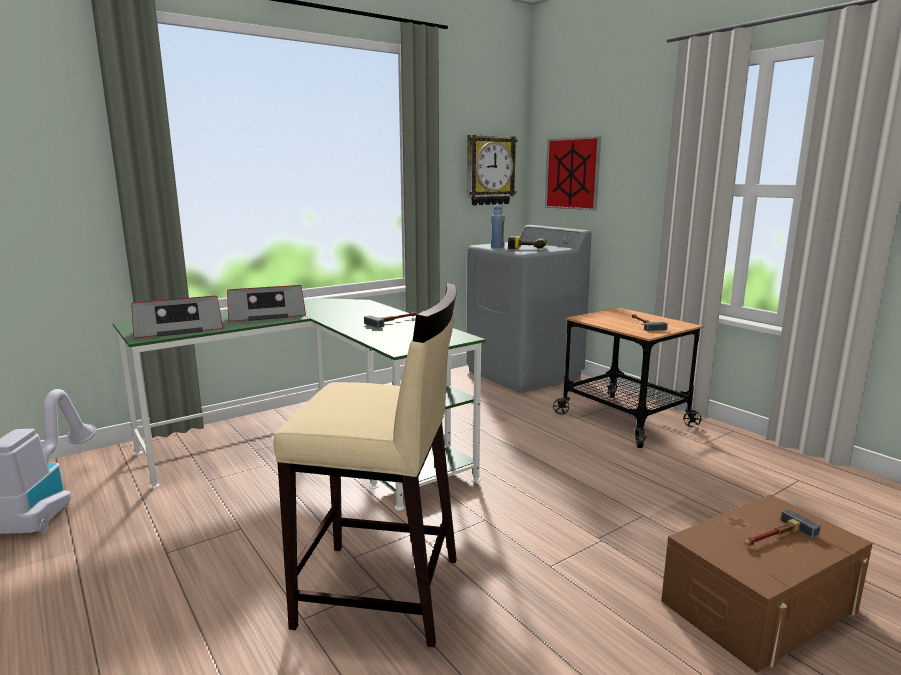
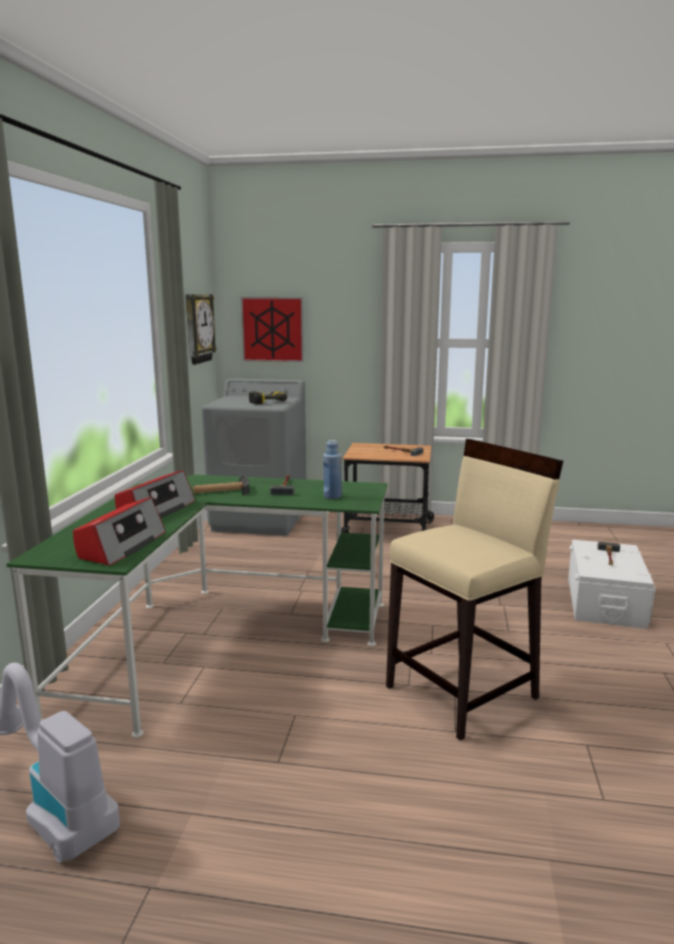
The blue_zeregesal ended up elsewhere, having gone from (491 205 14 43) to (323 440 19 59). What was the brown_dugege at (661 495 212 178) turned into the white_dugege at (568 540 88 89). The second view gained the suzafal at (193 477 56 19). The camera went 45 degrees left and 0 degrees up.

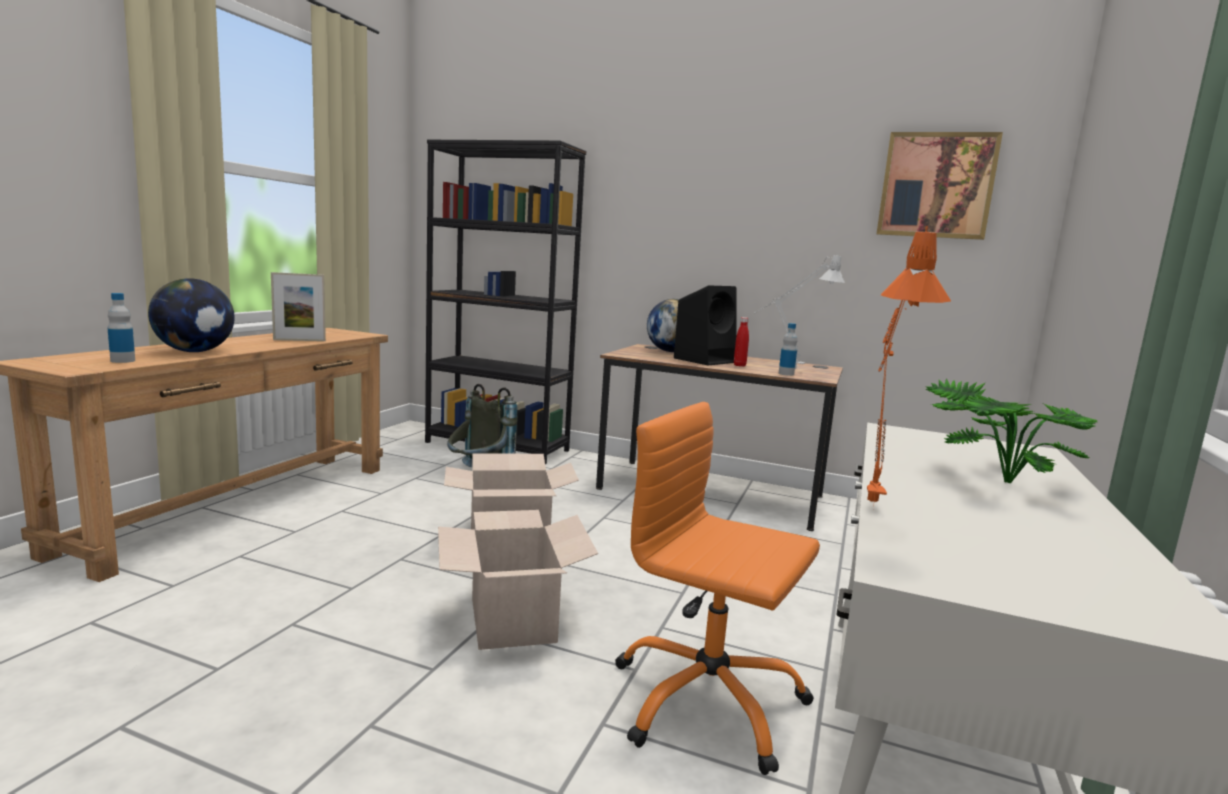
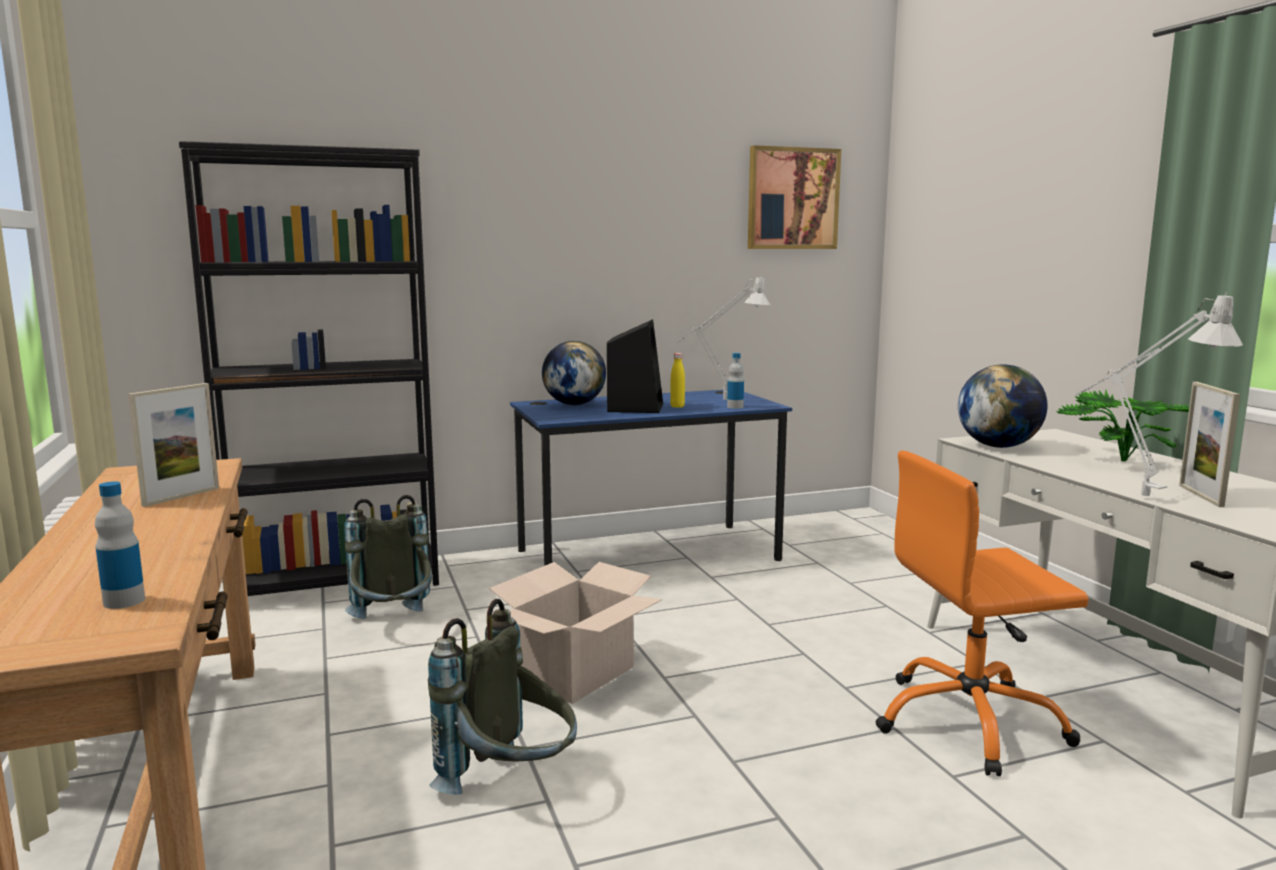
What was the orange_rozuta at (867 226 84 276) turned into the grey_rozuta at (1076 292 167 204). The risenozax ended up elsewhere, having gone from (148 278 87 74) to (958 364 89 84). What was the red_zeregesal at (734 317 15 50) turned into the yellow_zeregesal at (670 353 15 55). What was the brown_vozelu at (596 344 247 187) turned into the blue_vozelu at (510 390 282 176). The second view lost the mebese at (438 510 160 140). The second view gained the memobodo at (1179 382 61 125). The second view gained the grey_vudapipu at (428 599 149 196). The camera went 40 degrees left and 0 degrees up.

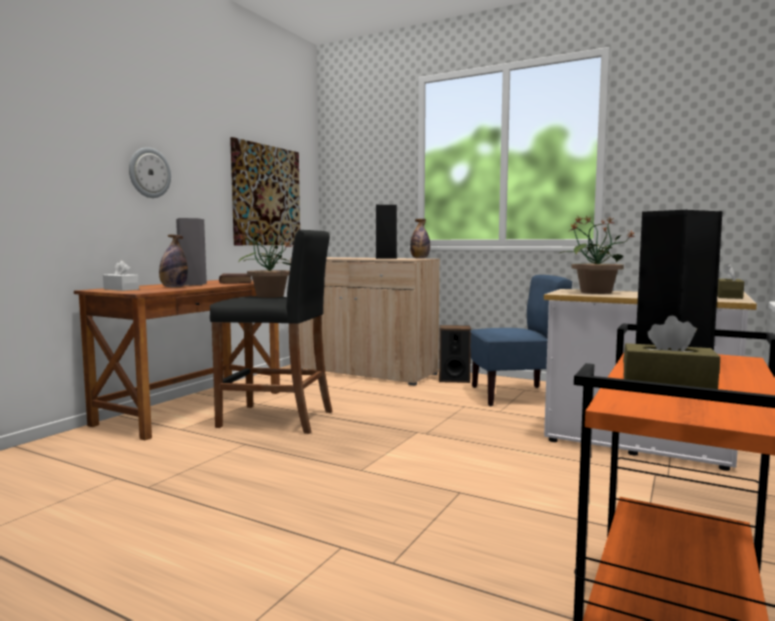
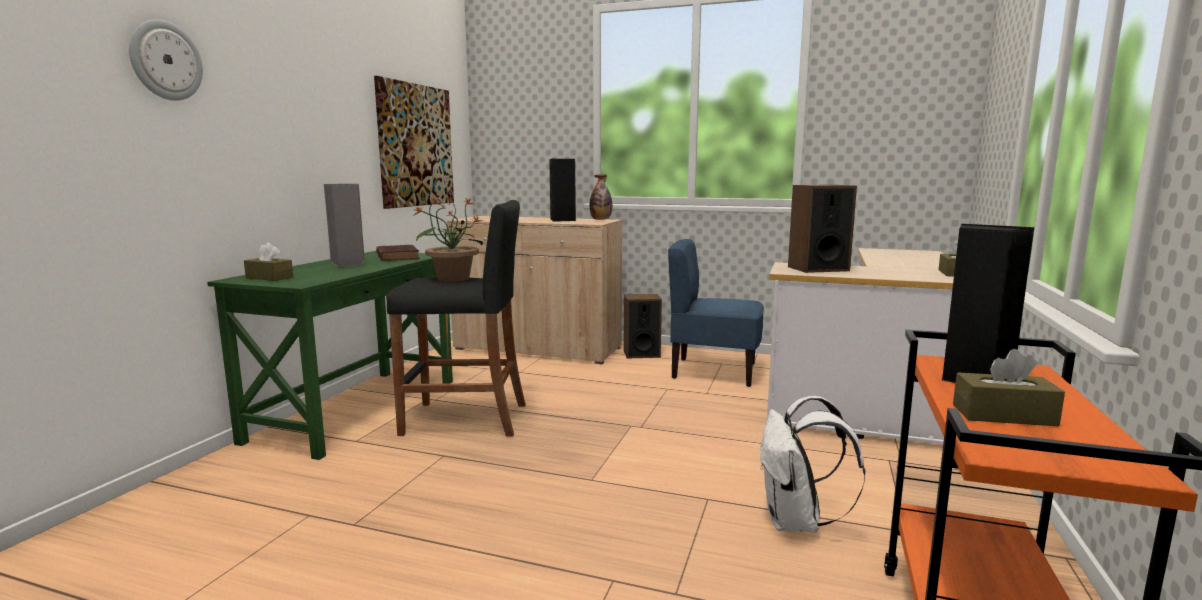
The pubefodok ended up elsewhere, having gone from (129 147 42 51) to (129 19 74 82). Where the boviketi stood at (560 215 75 79), the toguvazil came to stand at (788 185 69 88). The second view lost the zeregesal at (159 235 29 53). What was the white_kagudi at (103 261 36 30) turned into the brown_kagudi at (244 242 49 39). The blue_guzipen at (470 275 102 131) ended up facing another way, 150 degrees counterclockwise from before. What was the brown_vozelu at (74 280 206 160) turned into the green_vozelu at (207 251 246 209). The second view gained the white_vudapipu at (760 396 105 136). The camera went 10 degrees left and 5 degrees up.

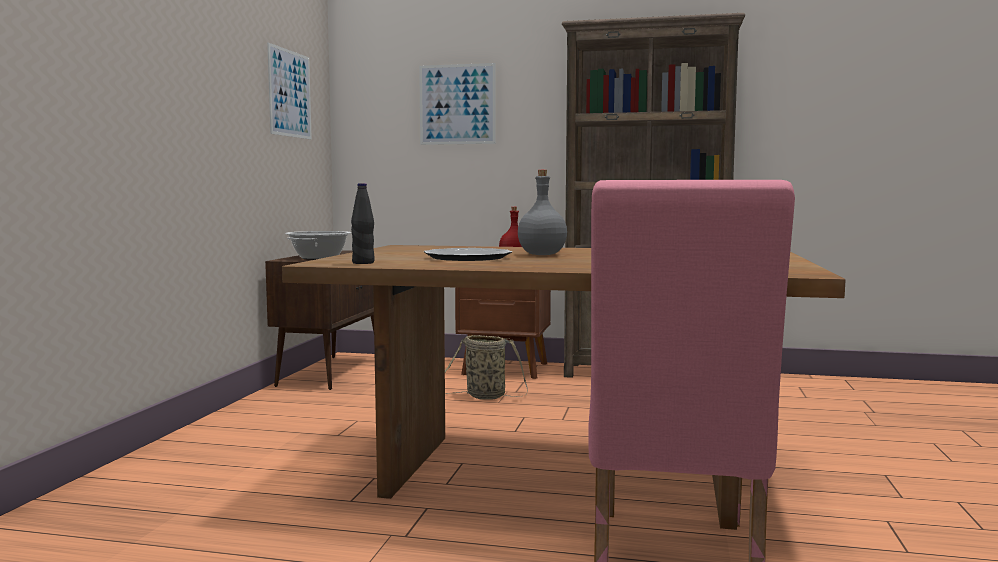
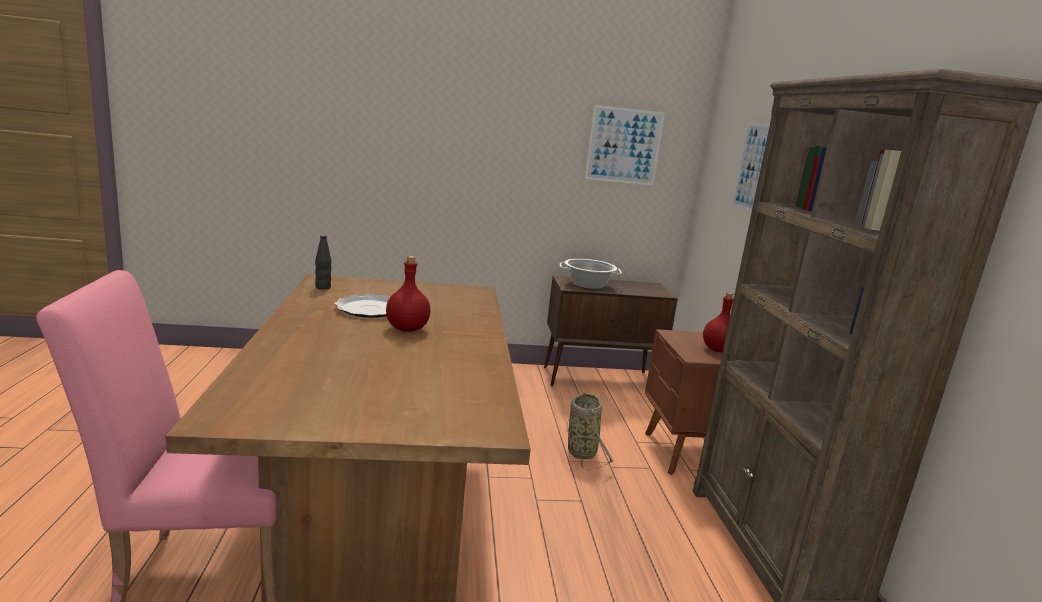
What was the grey_zeregesal at (518 170 49 85) turned into the red_zeregesal at (386 256 44 76). The camera went 70 degrees right and 10 degrees up.

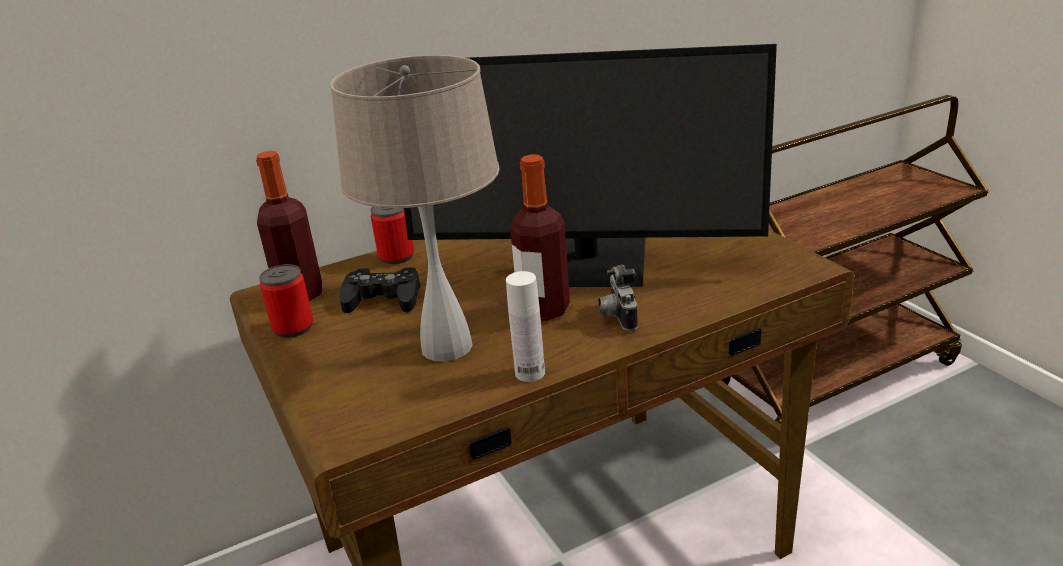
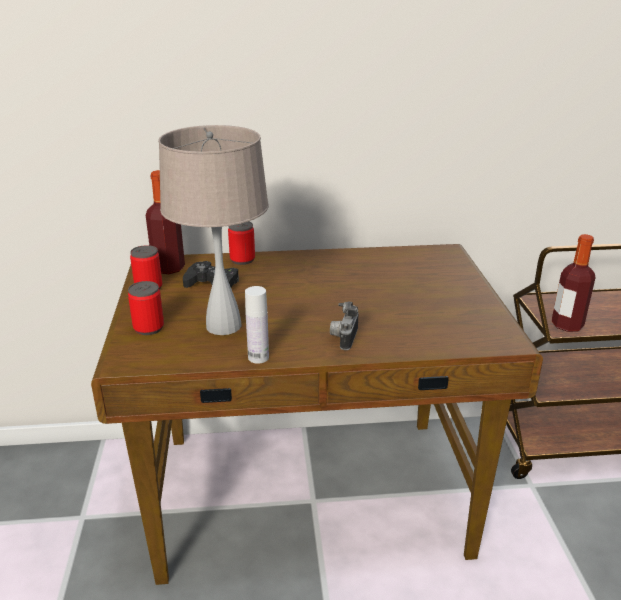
The second view lost the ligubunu at (404 44 373 243). The zeregesal ended up elsewhere, having gone from (510 154 60 167) to (551 234 45 98). The second view gained the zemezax at (128 281 36 54). The camera went 20 degrees right and 0 degrees up.

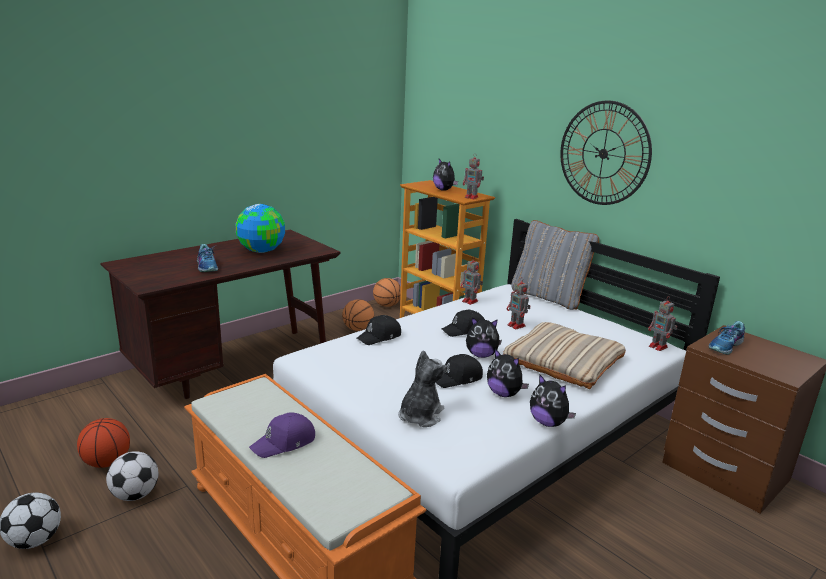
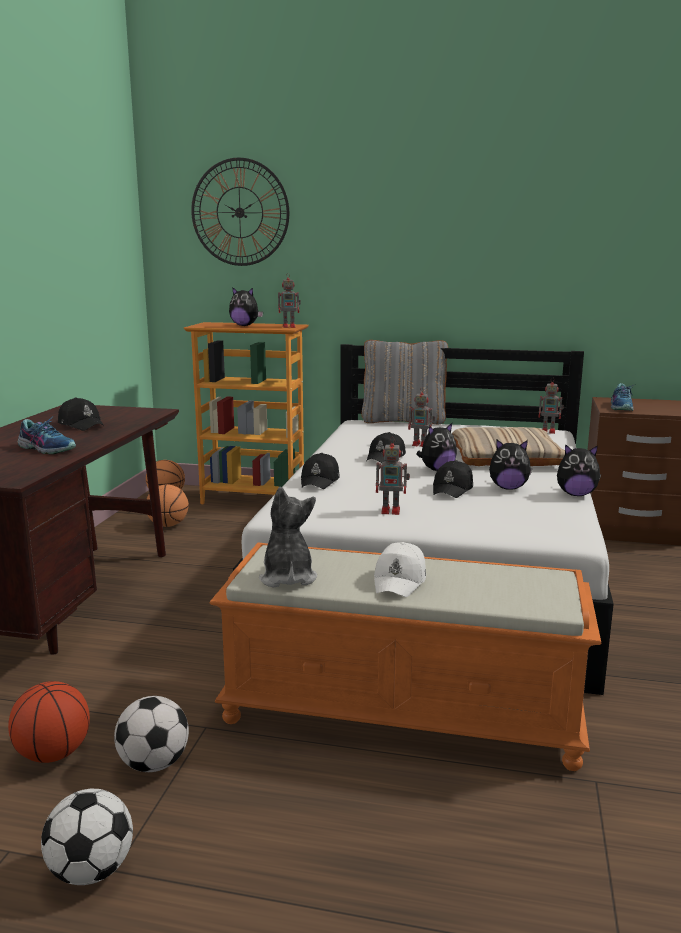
The pubefodok ended up elsewhere, having gone from (560 100 92 105) to (191 158 98 108). Where the risenozax stood at (235 204 50 49), the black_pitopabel came to stand at (58 397 46 34). The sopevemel ended up elsewhere, having gone from (460 256 23 49) to (376 437 34 78). The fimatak ended up elsewhere, having gone from (398 350 49 77) to (259 487 58 100). What was the purple_pitopabel at (249 413 66 45) turned into the white_pitopabel at (374 542 52 55). The camera went 35 degrees left and 5 degrees down.

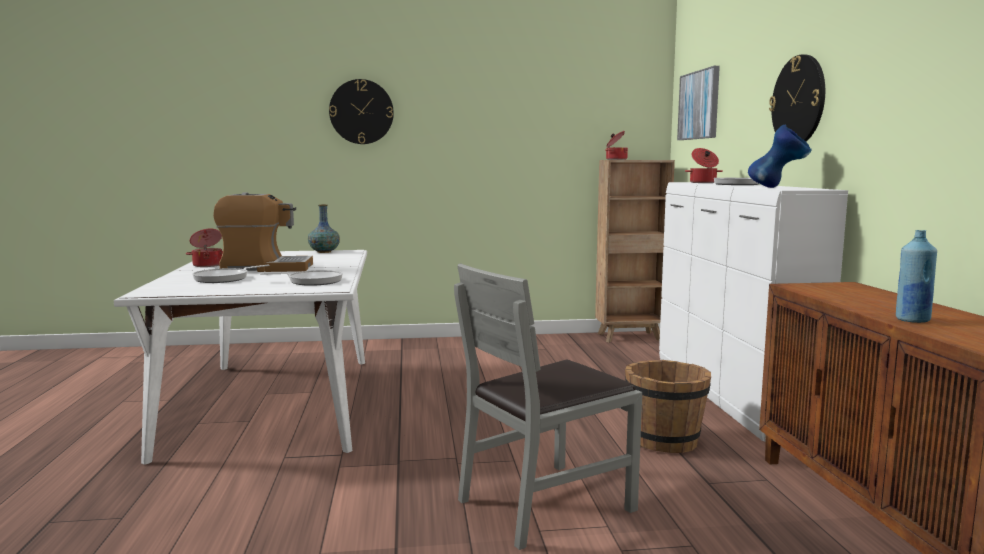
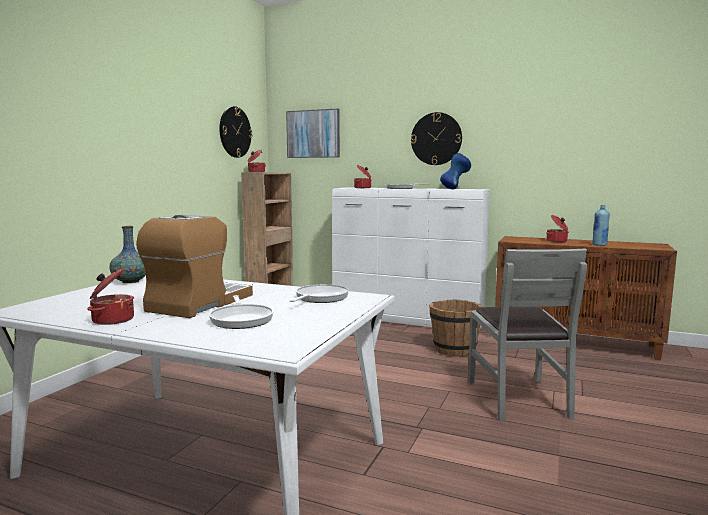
The pubefodok ended up elsewhere, having gone from (329 79 65 65) to (219 106 34 52). The second view gained the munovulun at (546 215 23 27). The camera went 60 degrees left and 0 degrees up.

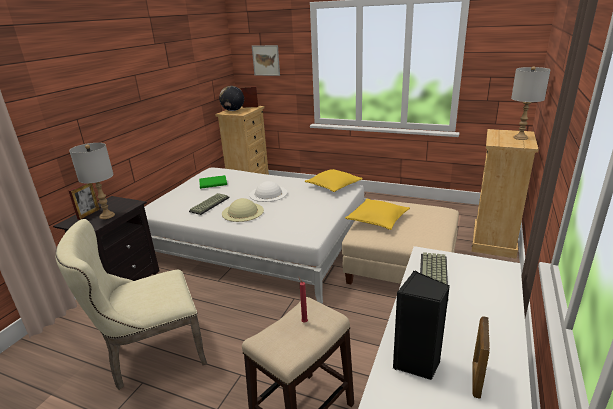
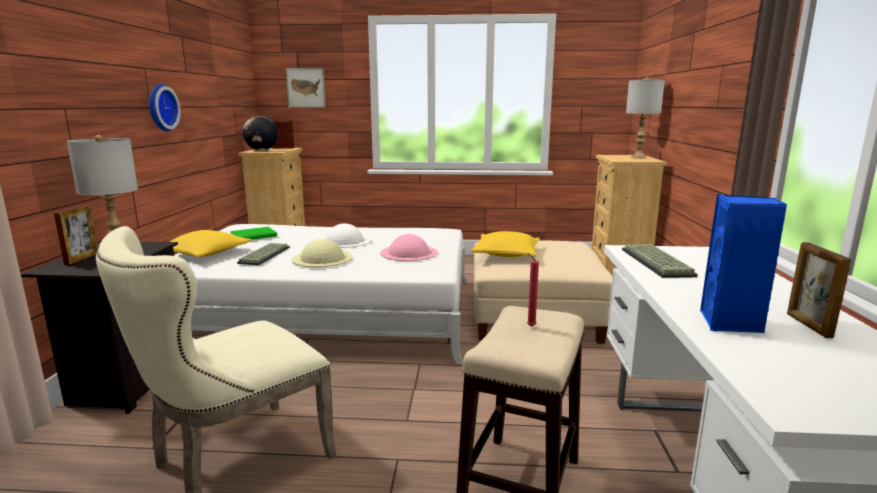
The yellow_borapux ended up elsewhere, having gone from (305 169 58 23) to (170 230 82 27). What was the black_toguvazil at (393 270 57 110) turned into the blue_toguvazil at (700 194 87 139). The second view gained the pubefodok at (149 84 32 47). The second view gained the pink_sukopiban at (380 234 58 27). The camera went 20 degrees left and 10 degrees down.

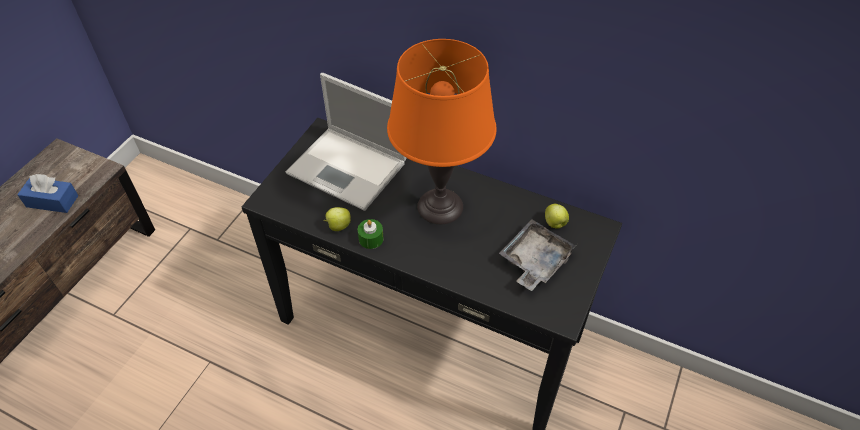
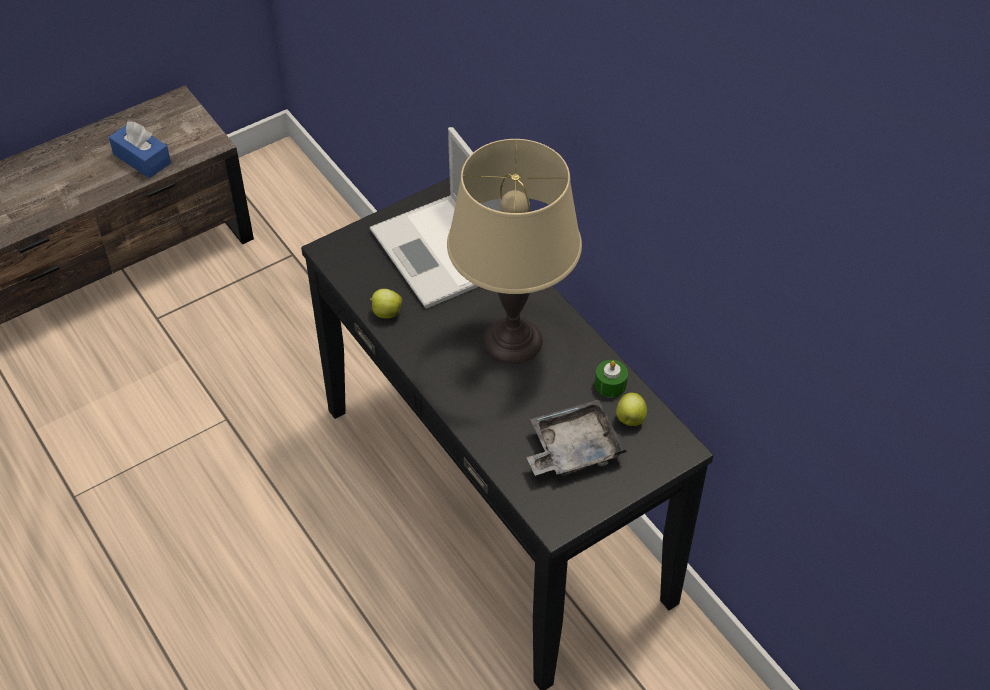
What was the orange_rozuta at (387 39 110 185) turned into the beige_rozuta at (447 139 135 225). The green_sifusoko ended up elsewhere, having gone from (358 219 26 30) to (595 360 33 38). The camera went 30 degrees right and 0 degrees up.

